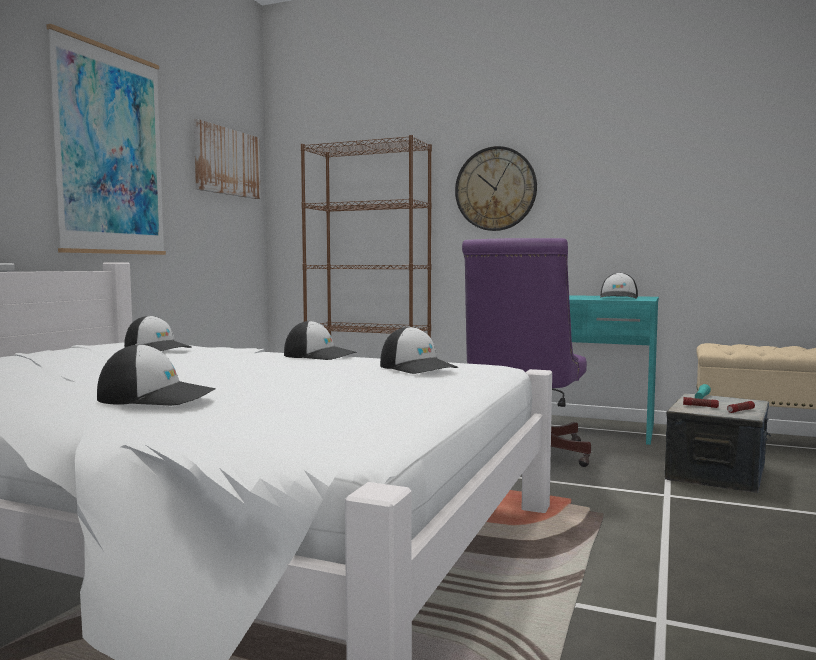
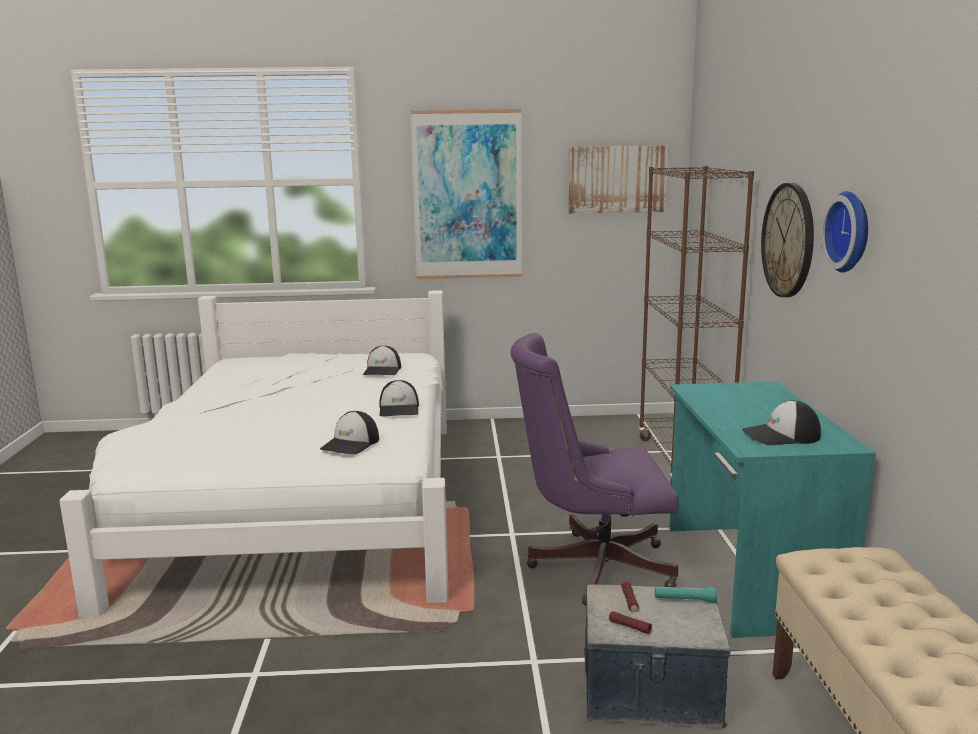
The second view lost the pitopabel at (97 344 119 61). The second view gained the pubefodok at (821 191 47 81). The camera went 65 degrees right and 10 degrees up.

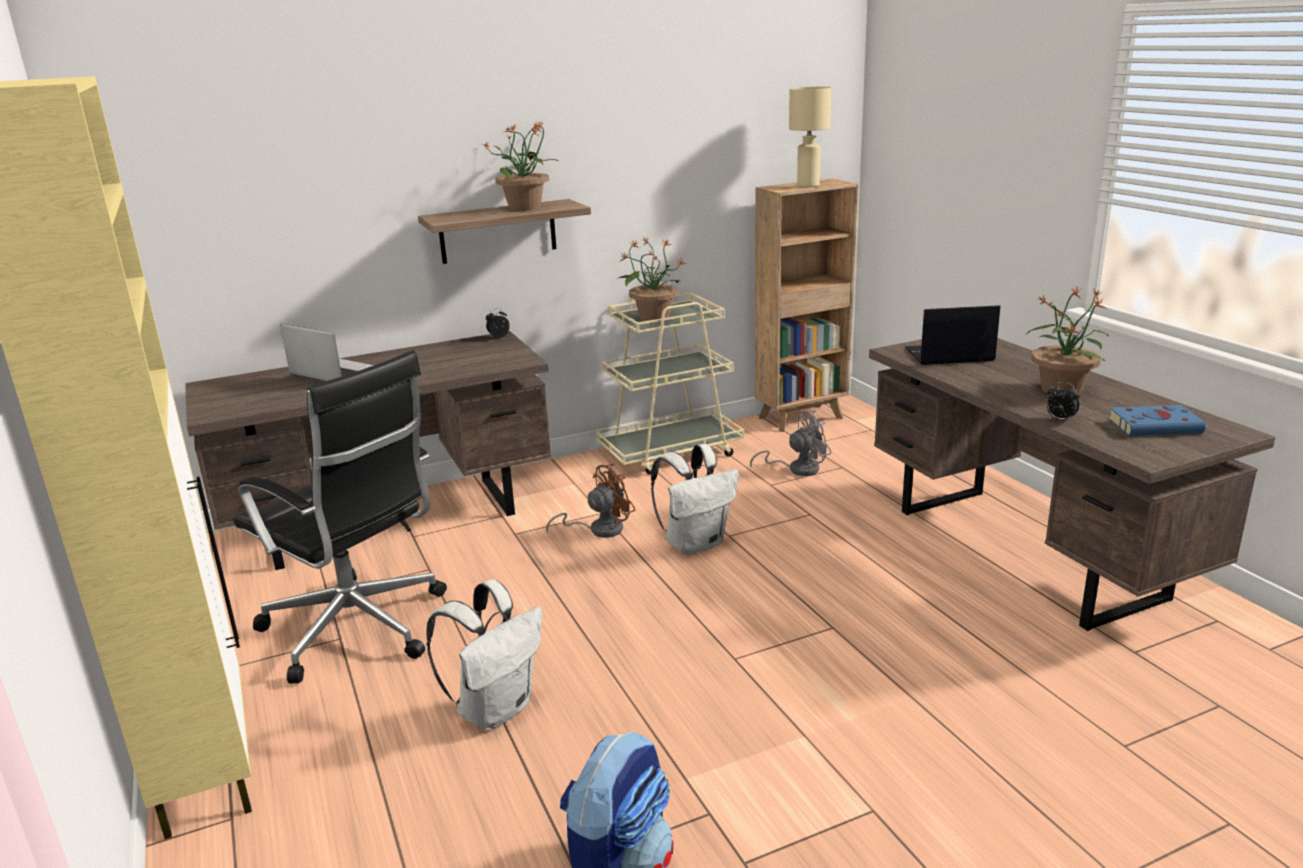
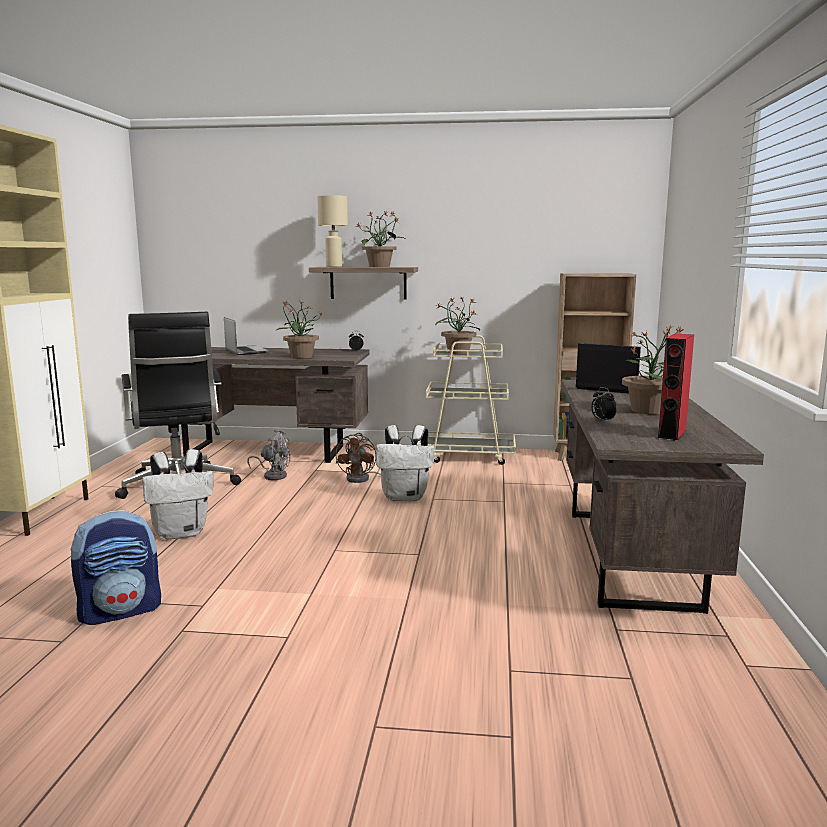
The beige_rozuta ended up elsewhere, having gone from (789 87 42 100) to (317 195 31 72). Where the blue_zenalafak stood at (1108 405 99 31), the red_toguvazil came to stand at (658 334 36 107). The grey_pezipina ended up elsewhere, having gone from (750 410 82 66) to (247 430 44 50). The brown_pezipina at (546 464 89 74) ended up facing another way, 105 degrees clockwise from before. The second view gained the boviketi at (277 301 45 57). The camera went 30 degrees right and 10 degrees down.

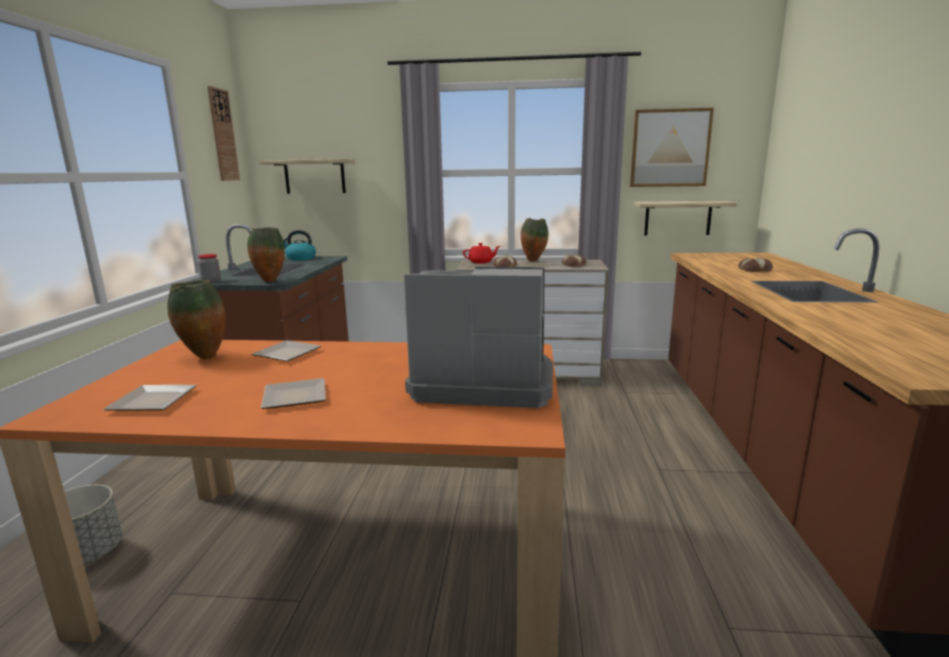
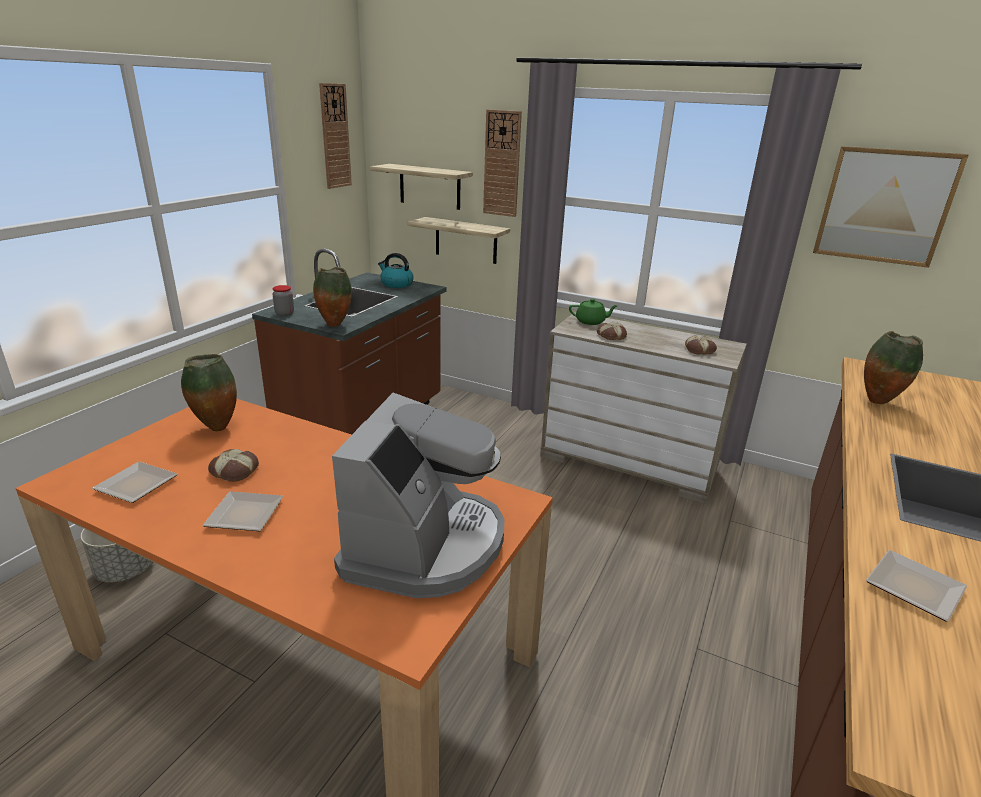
The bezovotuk ended up elsewhere, having gone from (634 201 103 34) to (407 217 103 47). The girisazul ended up elsewhere, having gone from (521 218 28 43) to (864 331 59 73). What was the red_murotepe at (463 243 37 21) turned into the green_murotepe at (569 299 49 26). The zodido ended up elsewhere, having gone from (738 258 35 14) to (208 449 51 33). The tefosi at (404 267 149 141) ended up facing another way, 75 degrees clockwise from before. The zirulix ended up elsewhere, having gone from (252 340 69 21) to (866 550 101 72). The second view gained the pubefodok at (483 109 39 108). The camera went 20 degrees right and 10 degrees up.

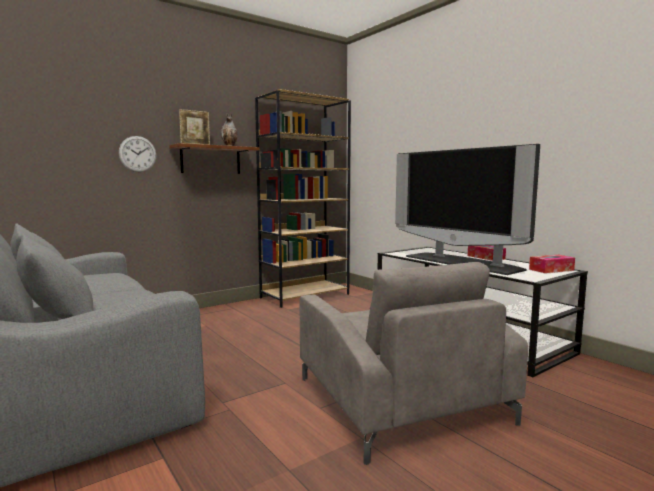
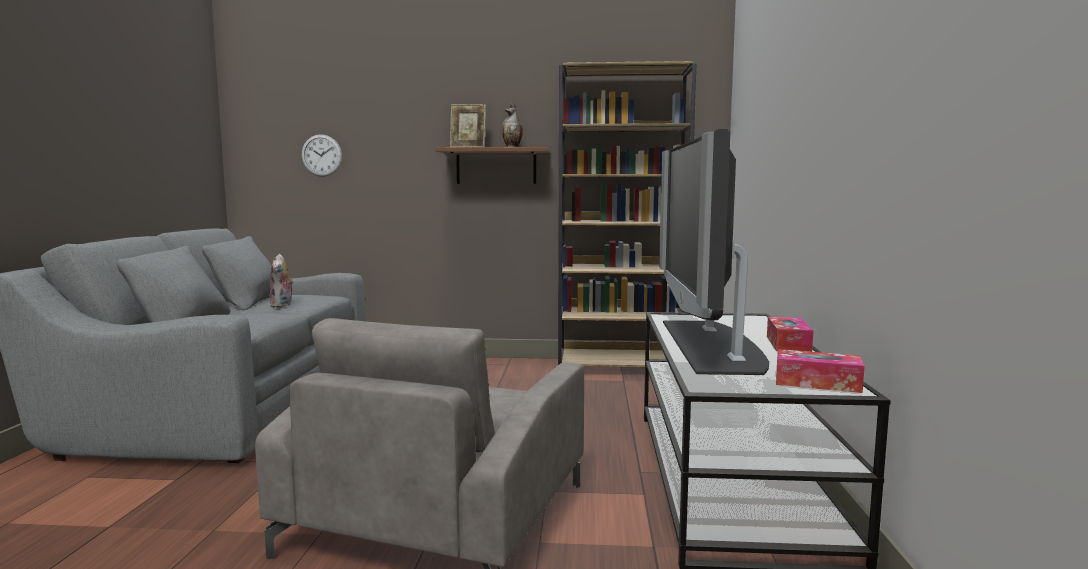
The pubefodok ended up elsewhere, having gone from (119 136 37 36) to (301 134 41 43). The second view gained the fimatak at (270 254 24 54). The camera went 40 degrees right and 0 degrees up.

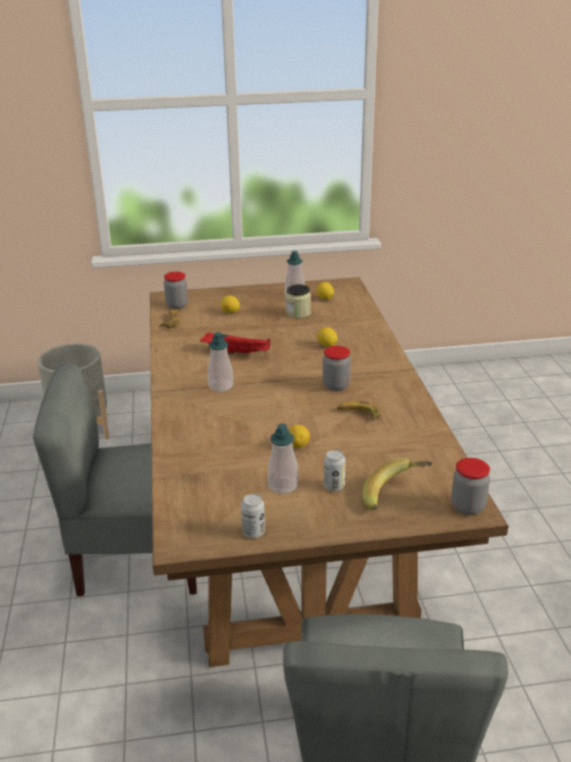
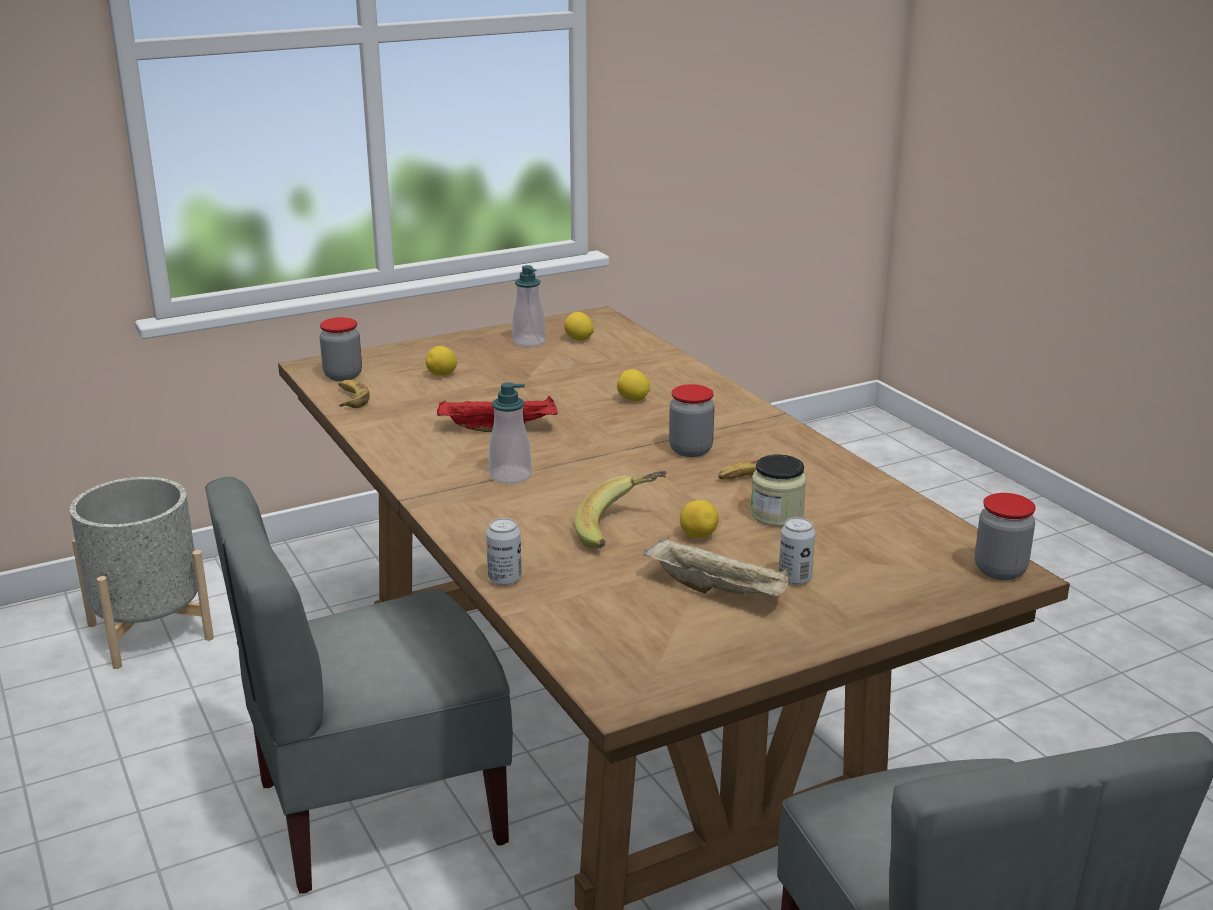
The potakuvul ended up elsewhere, having gone from (286 284 25 34) to (750 454 57 73). Where the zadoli stood at (268 424 30 70), the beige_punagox came to stand at (643 537 148 60). The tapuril ended up elsewhere, having gone from (363 458 70 52) to (574 471 92 78). The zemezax ended up elsewhere, having gone from (241 494 24 44) to (486 518 36 68). The camera went 20 degrees left and 5 degrees down.

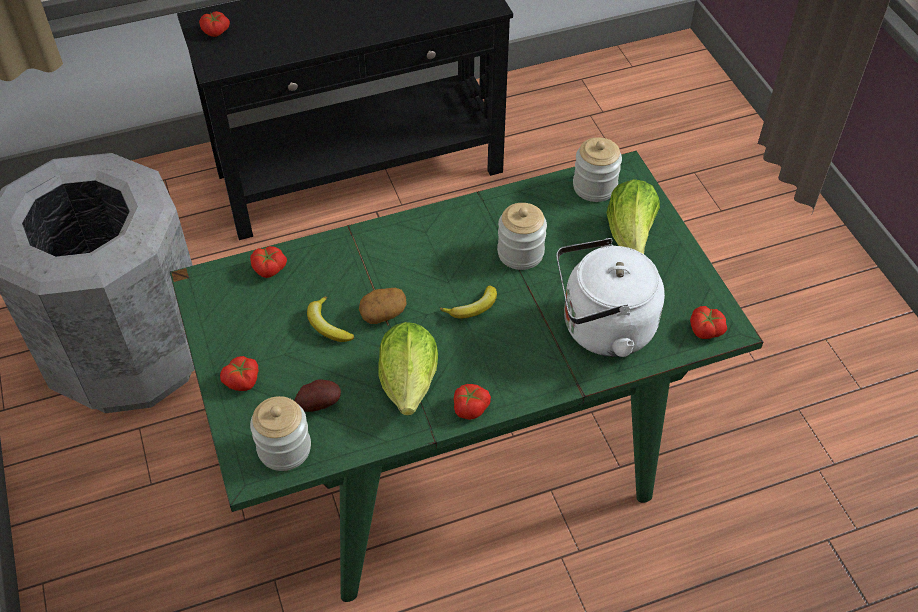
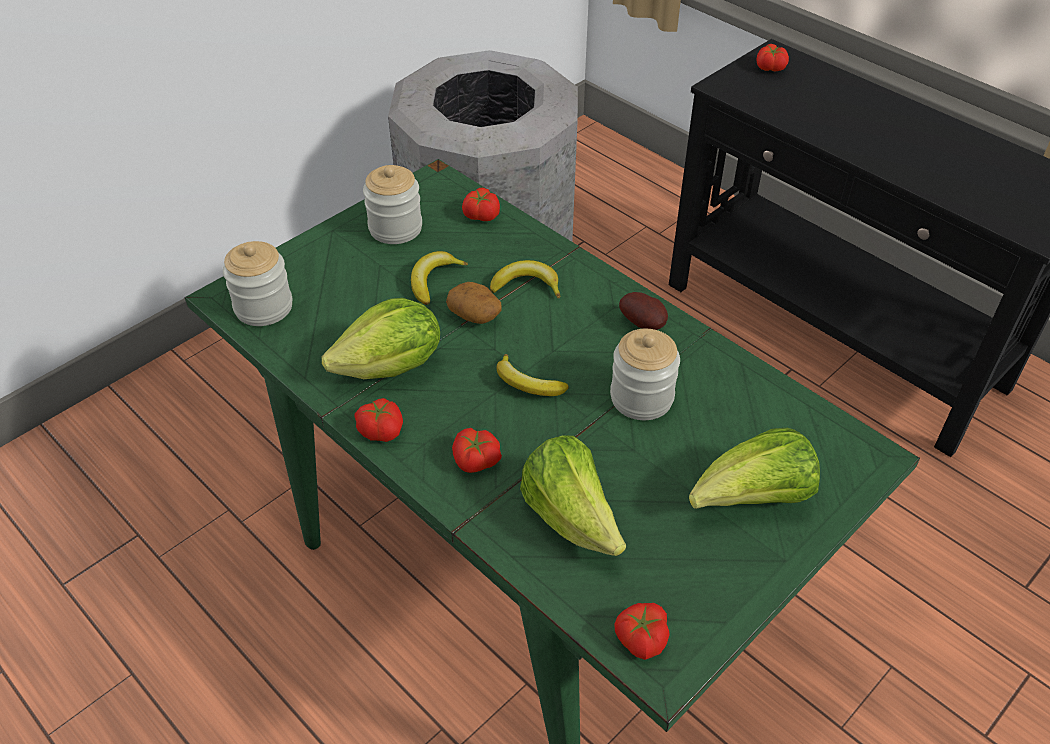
The potakuvul ended up elsewhere, having gone from (573 137 49 65) to (363 165 59 79). Where the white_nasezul stood at (556 238 109 119), the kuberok came to stand at (520 435 106 121). The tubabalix ended up elsewhere, having gone from (220 356 38 35) to (452 428 50 45). The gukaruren ended up elsewhere, having gone from (295 379 46 33) to (619 292 49 38). The second view gained the tapuril at (490 260 70 38). The camera went 65 degrees right and 5 degrees down.

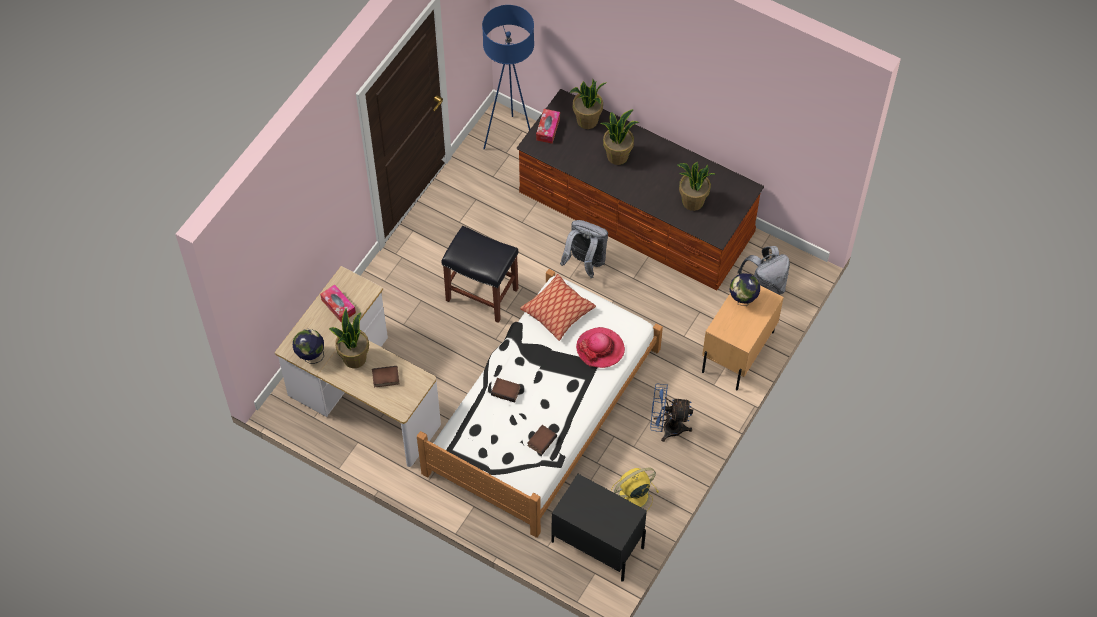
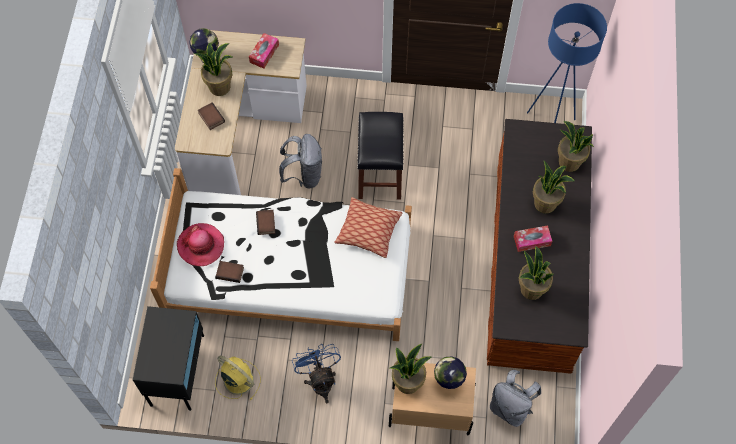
The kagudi ended up elsewhere, having gone from (536 109 24 35) to (514 225 38 27). The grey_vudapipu ended up elsewhere, having gone from (560 220 48 58) to (279 134 43 54). The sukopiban ended up elsewhere, having gone from (576 327 49 41) to (177 223 47 43). The second view gained the boviketi at (390 344 41 50). The camera went 65 degrees right and 5 degrees up.

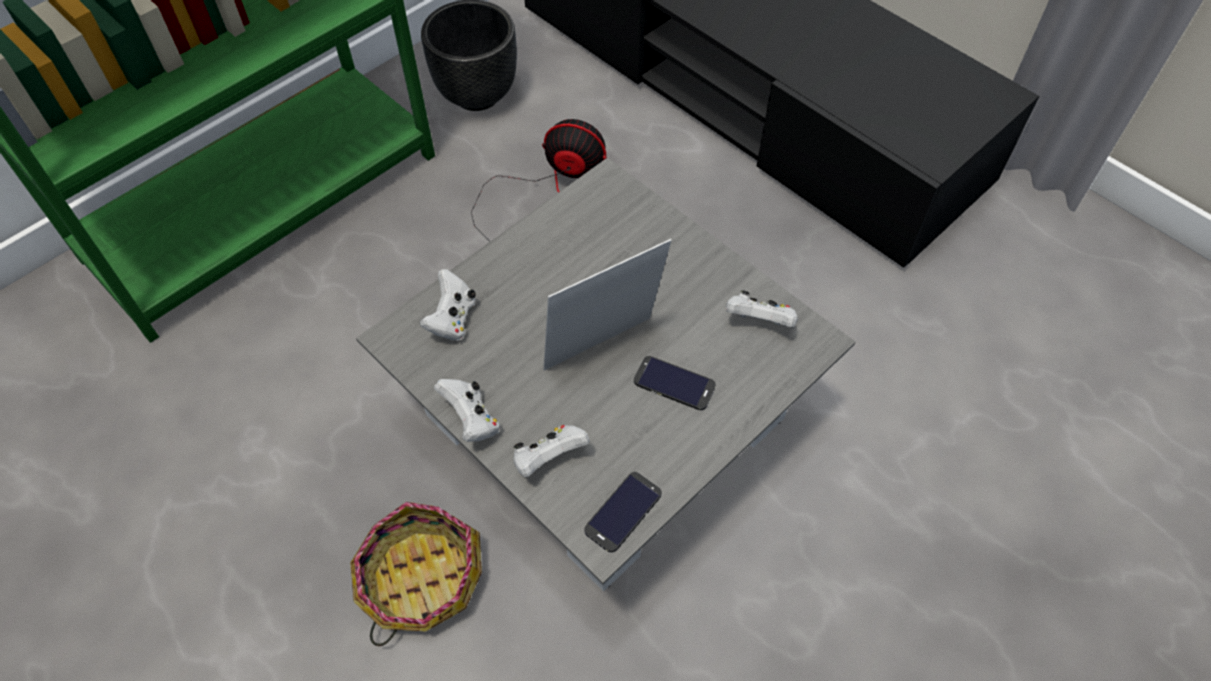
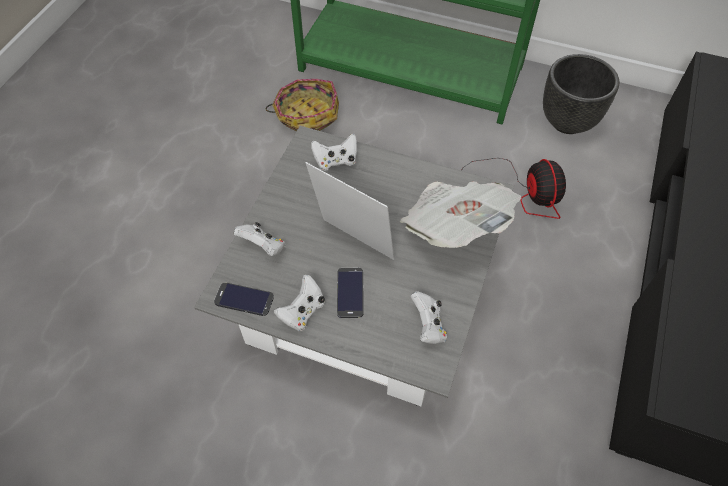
The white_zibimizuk ended up elsewhere, having gone from (434 379 66 63) to (274 275 51 56). The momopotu ended up elsewhere, having gone from (350 502 132 144) to (266 79 73 53). The second view gained the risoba at (399 181 122 67). The camera went 65 degrees right and 0 degrees up.

